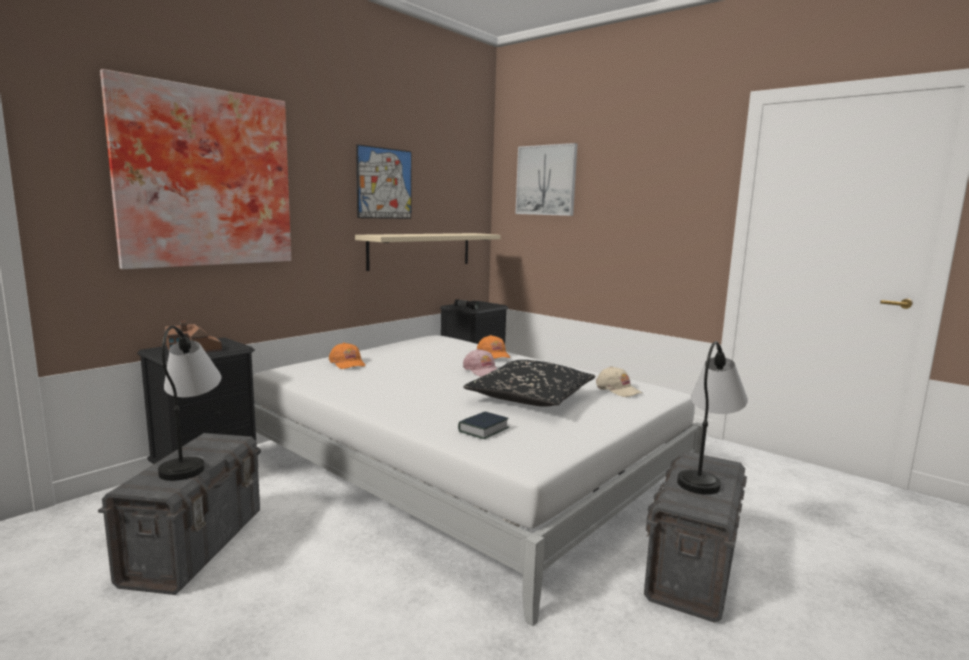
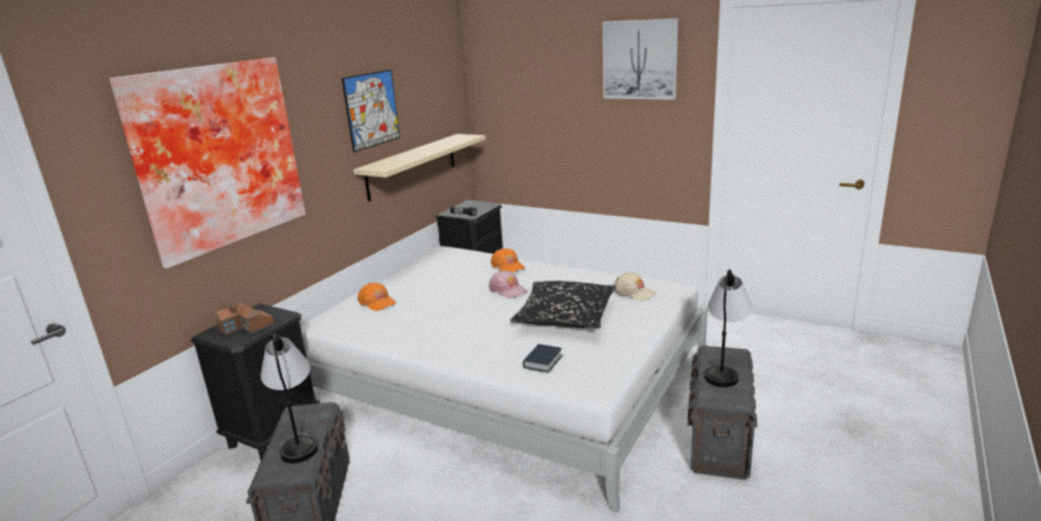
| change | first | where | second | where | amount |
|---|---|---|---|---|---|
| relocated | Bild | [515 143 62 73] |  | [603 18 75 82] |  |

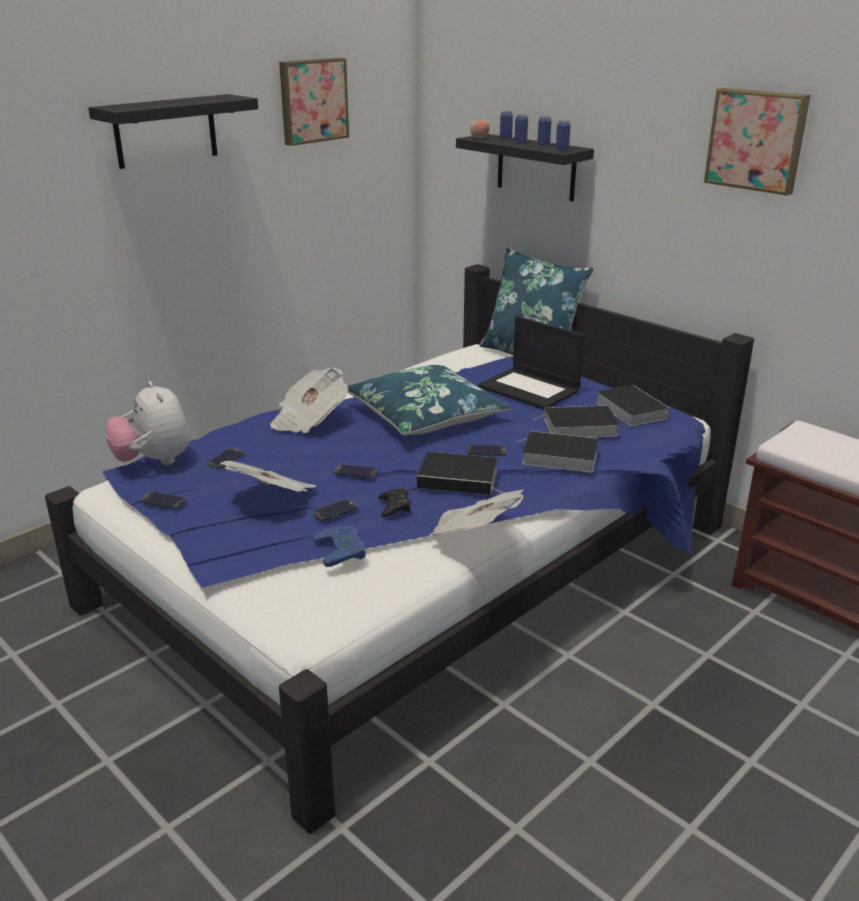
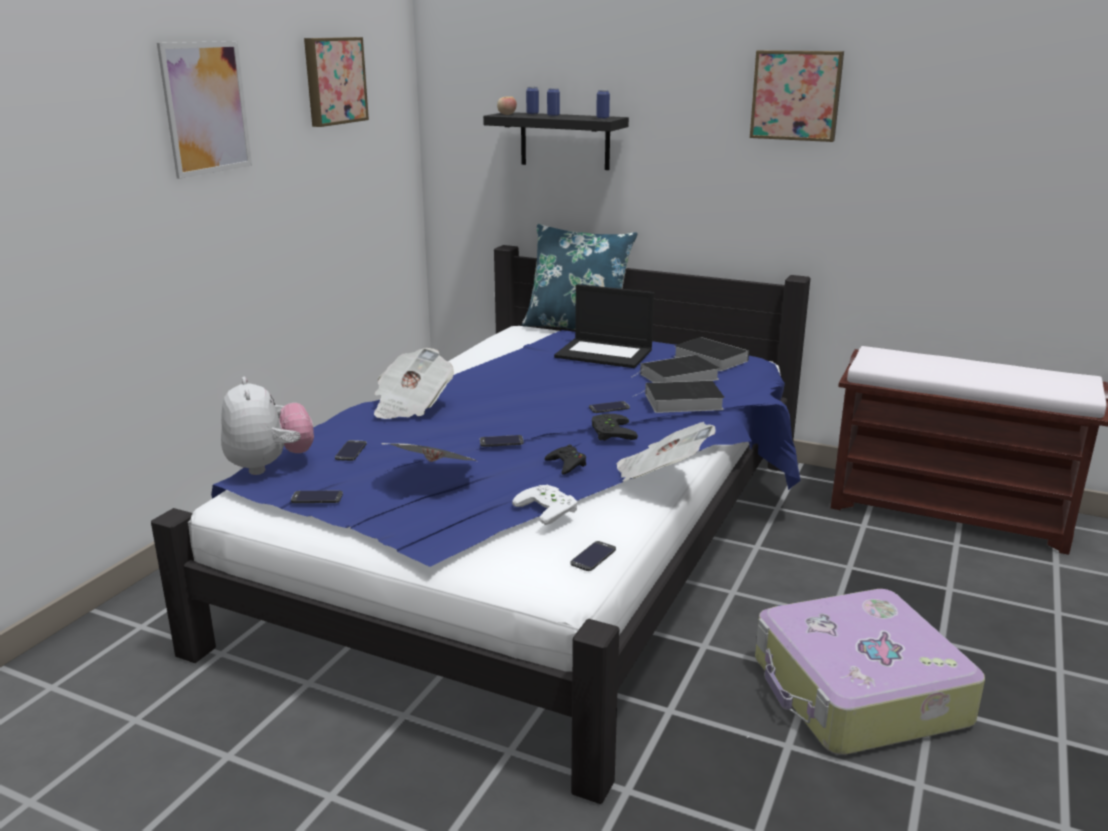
| change | first | where | second | where | amount |
|---|---|---|---|---|---|
| exchanged | Wandregal/schwarz | [88 94 170 75] | Bild | [157 41 95 138] |  |
| missing | Dose | [537 116 15 30] |  |  |  |
| missing | Kissen/blau | [348 365 163 70] |  |  |  |
| spun | Plüschtier | [106 381 84 84] |  | [221 377 93 98] | 150 degrees counterclockwise |
| exchanged | Buch | [417 452 87 43] | Gamepad/schwarz | [592 414 46 27] |  |
| relocated | Handy | [313 499 45 22] |  | [570 541 46 30] |  |
| colour | Gamepad/blau | [314 526 52 41] | Gamepad/weiß | [512 485 65 40] |  |
| appeared |  |  | Koffer | [755 589 230 166] |  |

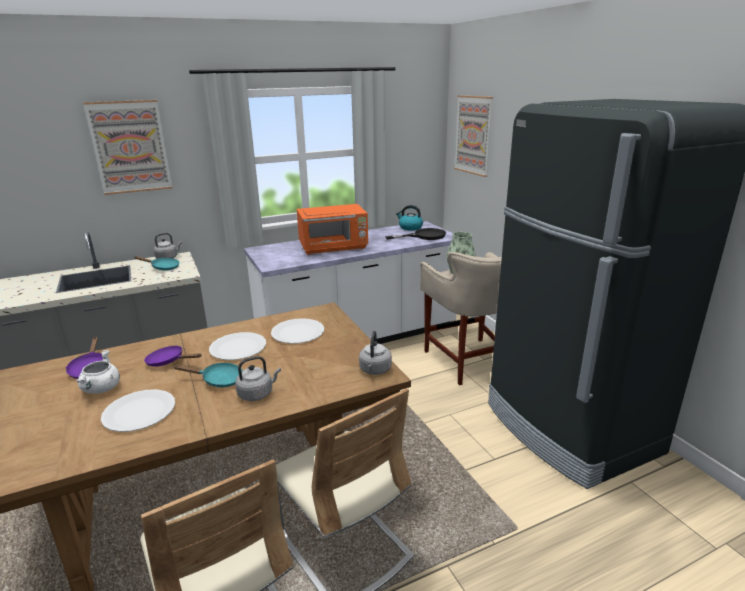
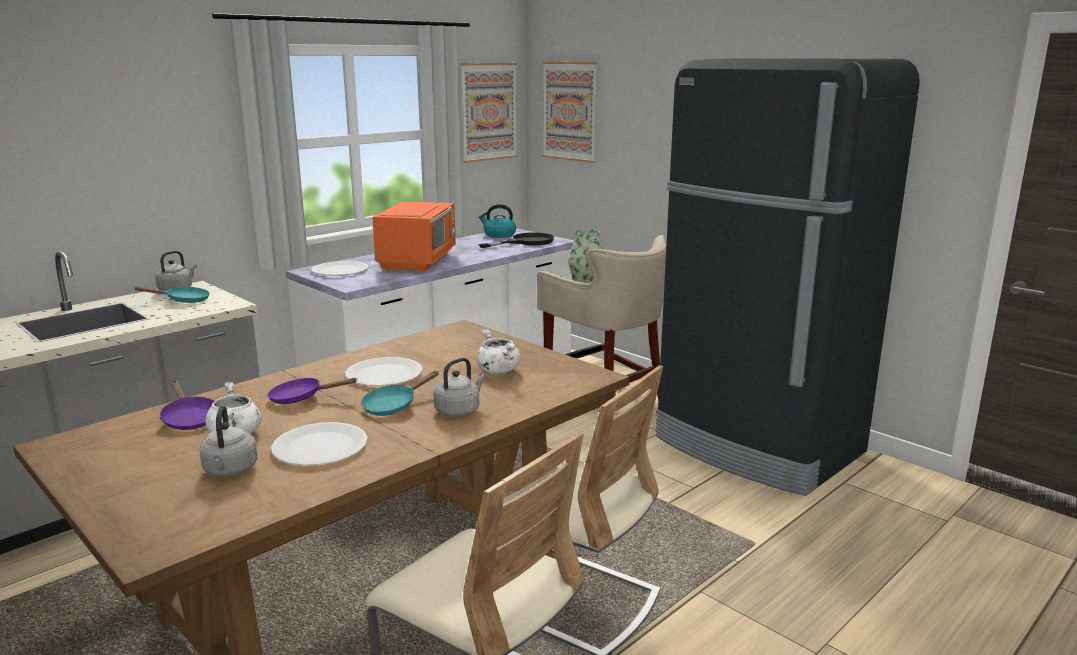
| change | first | where | second | where | amount |
|---|---|---|---|---|---|
| relocated | Bild | [83 100 89 95] |  | [460 63 57 100] |  |
| spun | Mikrowelle/orange | [297 204 71 51] |  | [372 201 84 71] | 45 degrees counterclockwise |
| relocated | Teller/weiß | [271 318 53 26] |  | [311 261 58 15] |  |
| relocated | Wasserkessel/grau | [359 331 33 44] |  | [200 406 58 71] |  |
| spun | Pfanne/türkis | [173 363 70 24] |  | [361 371 78 45] | 150 degrees clockwise |
| appeared |  |  | Kochtopf/weiß | [477 329 43 45] |  |

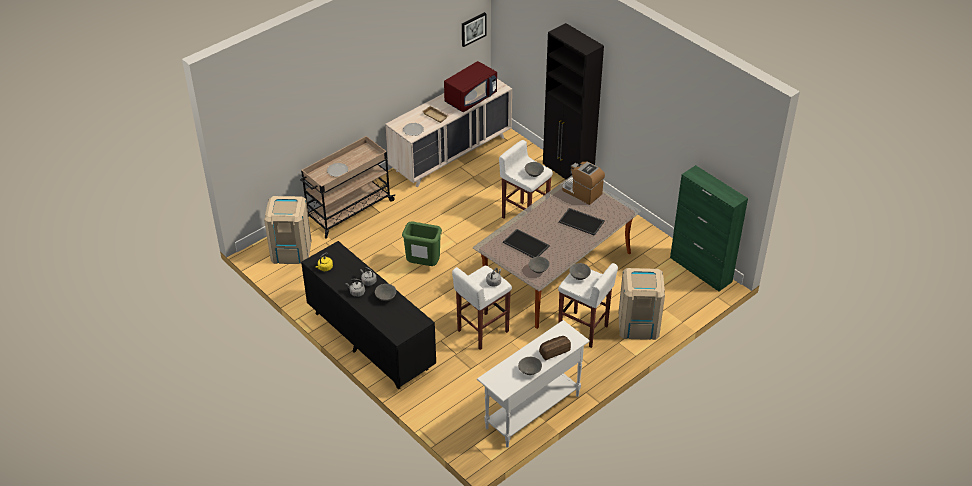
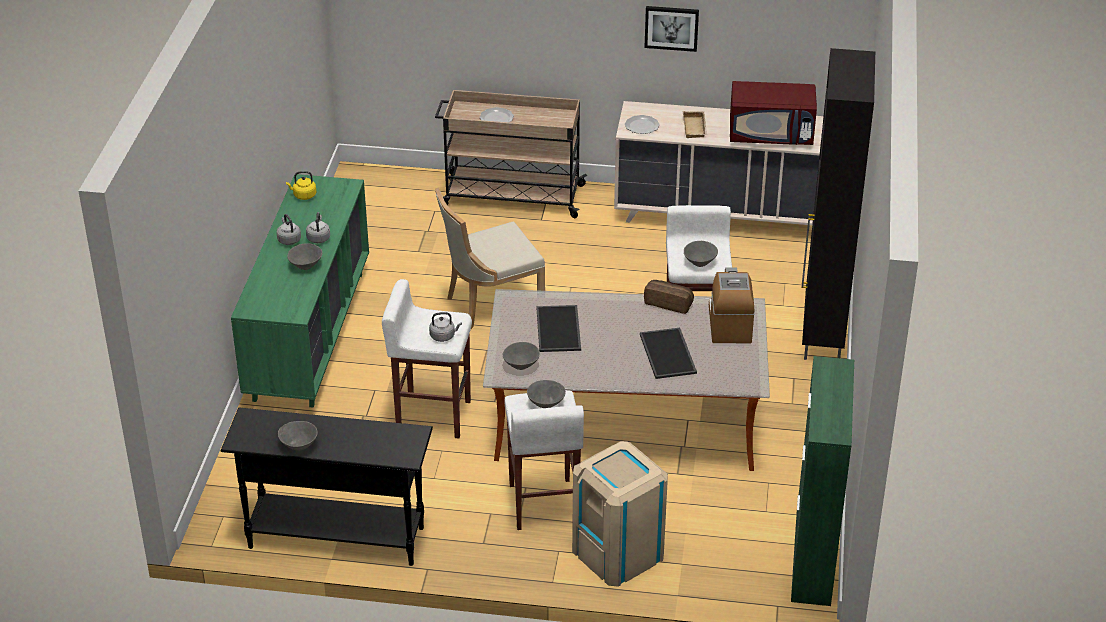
| change | first | where | second | where | amount |
|---|---|---|---|---|---|
| relocated | Bild | [462 12 24 35] |  | [644 6 55 46] |  |
| missing | Mülleimer/beige | [264 196 48 68] |  |  |  |
| exchanged | Mülleimer/grün | [402 221 40 45] | Stuhl/beige | [435 187 110 142] |  |
| colour | Kommode/schwarz | [301 241 135 148] | Kommode/grün | [231 174 138 233] |  |
| colour | Konsolentisch/weiß | [477 320 113 128] | Konsolentisch/schwarz | [221 408 212 158] |  |
| relocated | Brot | [539 336 32 24] |  | [644 280 50 34] |  |

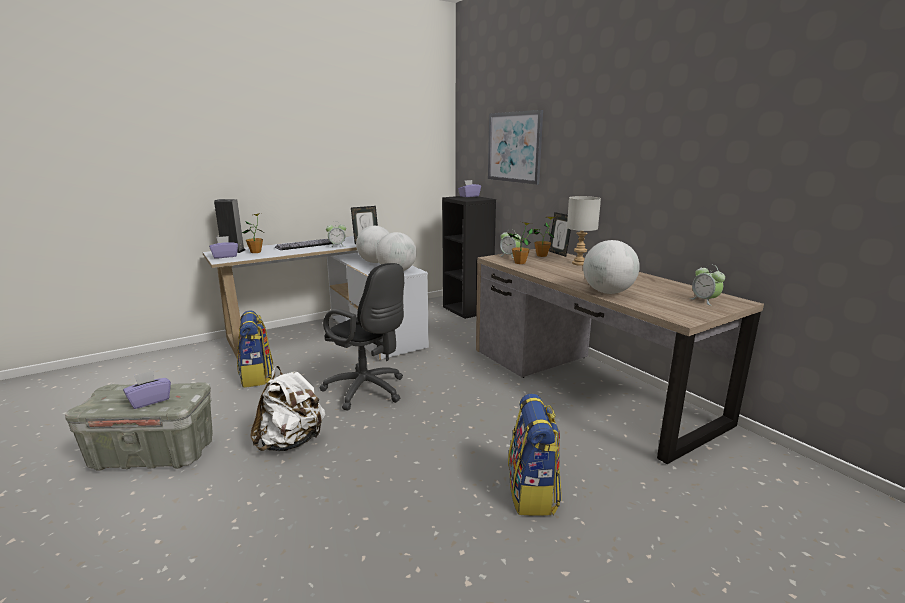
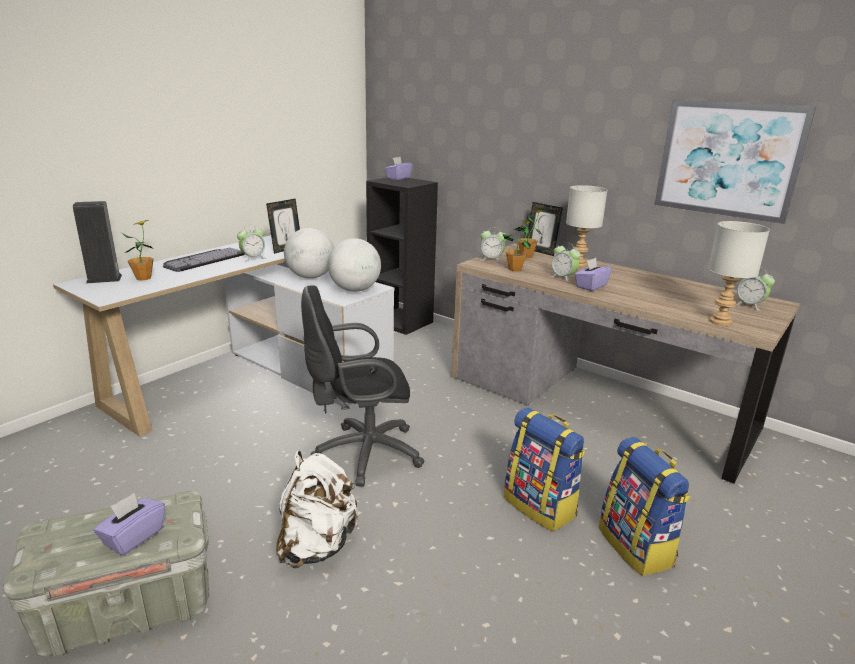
| change | first | where | second | where | amount |
|---|---|---|---|---|---|
| relocated | Bild | [488 110 55 75] |  | [654 100 162 124] |  |
| relocated | Taschentuchbox/lila | [209 236 29 23] |  | [575 258 37 33] |  |
| missing | Globus | [583 240 57 54] |  |  |  |
| spun | Bürostuhl/schwarz | [319 263 85 147] |  | [301 285 123 202] | 150 degrees clockwise |
| relocated | Rucksack | [237 310 36 78] |  | [504 407 82 124] |  |
| appeared |  |  | Tischlampe/grau | [708 221 62 105] |  |
| appeared |  |  | Wecker | [550 243 31 39] |  |

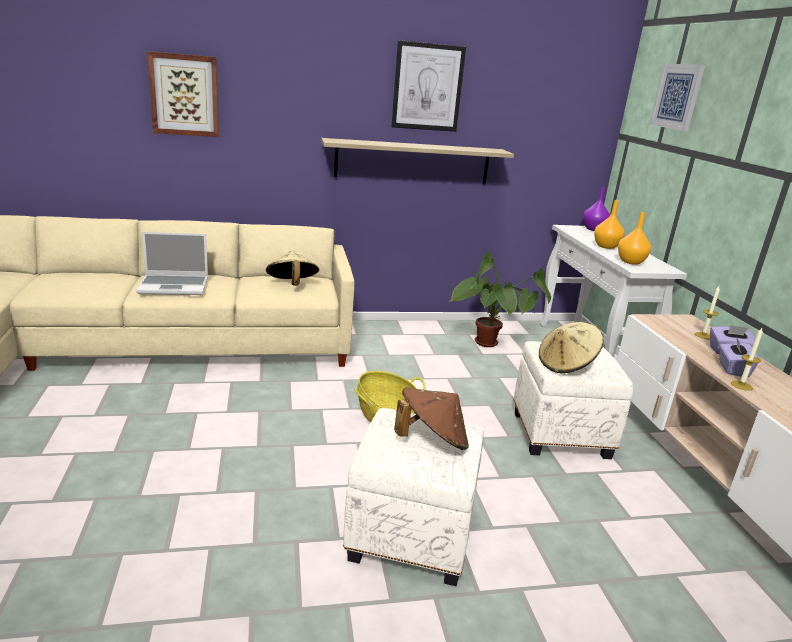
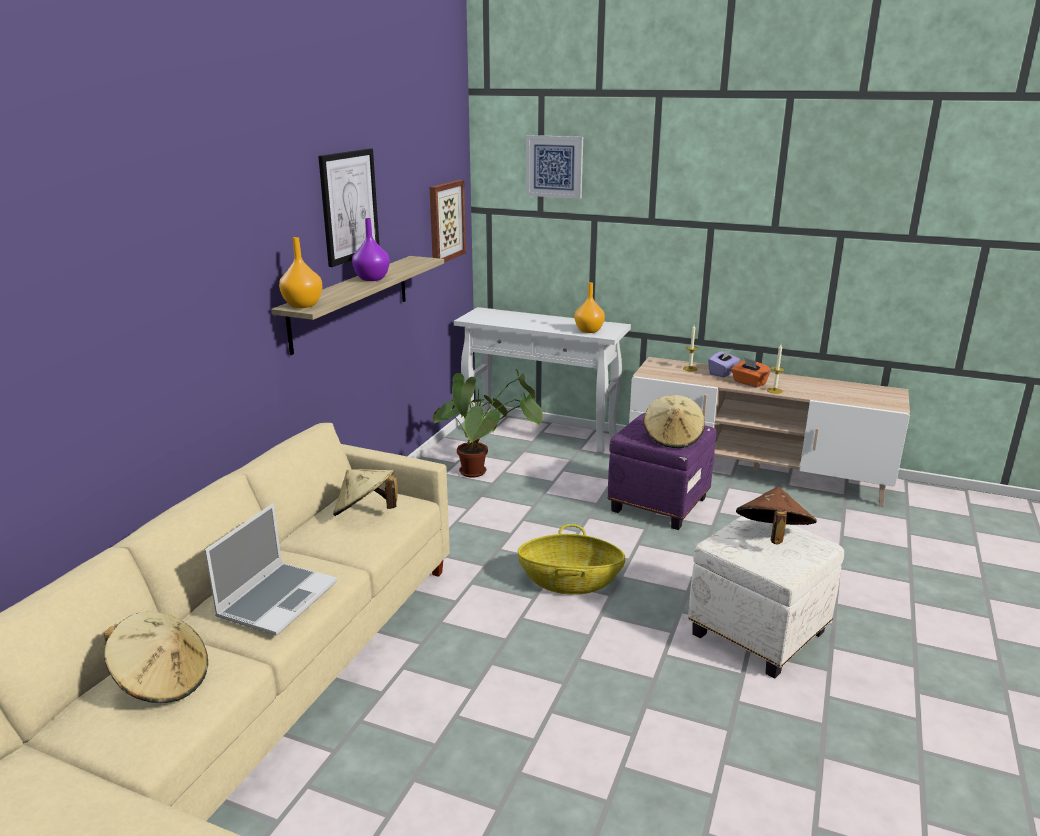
| change | first | where | second | where | amount |
|---|---|---|---|---|---|
| relocated | Bild | [147 51 72 86] |  | [429 180 37 83] |  |
| relocated | Vase/lila | [583 187 27 44] |  | [352 218 38 63] |  |
| relocated | Vase/orange | [594 200 31 49] |  | [279 237 43 71] |  |
| colour | Taschentuchbox/lila | [719 336 40 41] | Taschentuchbox/orange | [731 357 40 31] |  |
| colour | Polsterhocker/weiß | [513 341 120 118] | Polsterhocker/lila | [607 413 110 117] |  |
| appeared |  |  | Hut/beige | [104 612 104 91] |  |

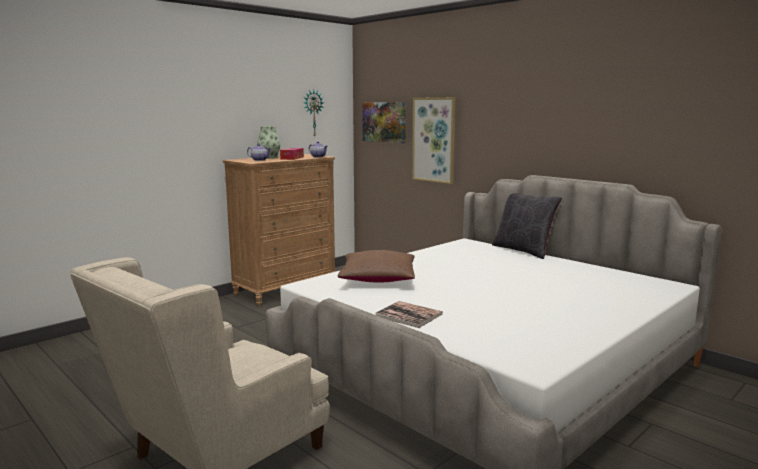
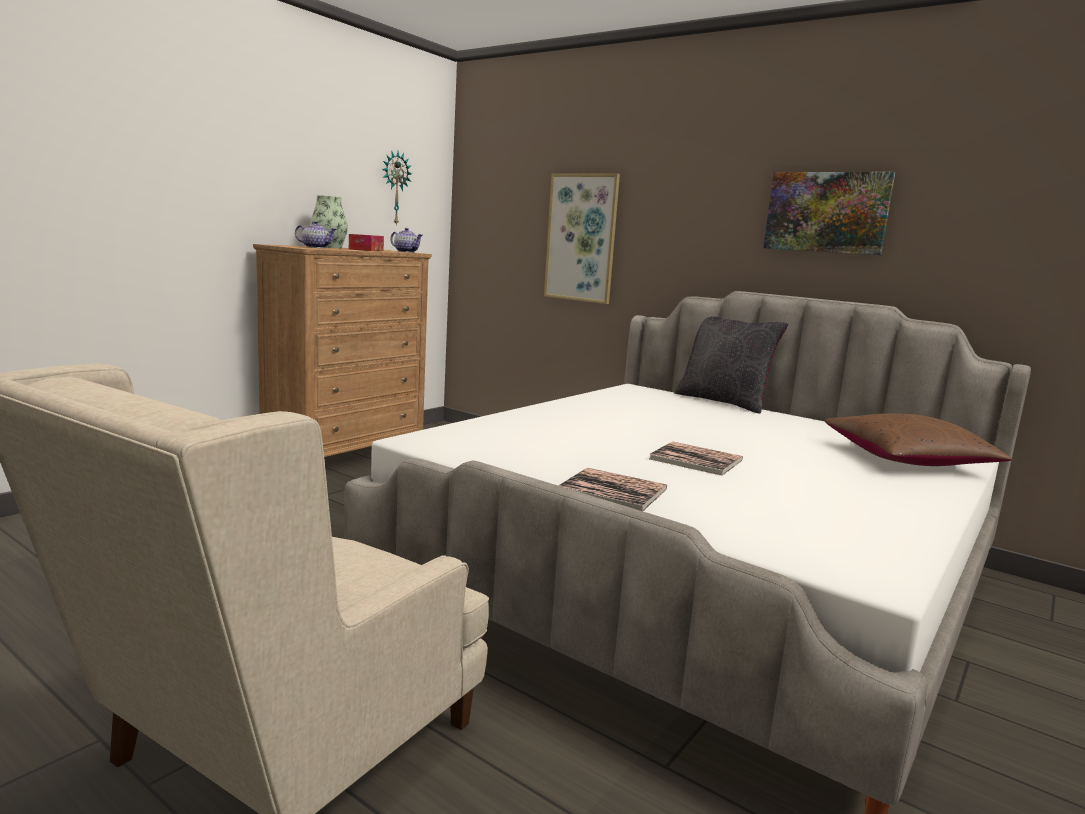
| change | first | where | second | where | amount |
|---|---|---|---|---|---|
| relocated | Bild | [362 102 44 41] |  | [763 172 132 83] |  |
| relocated | Kissen/braun | [337 250 78 33] |  | [825 413 187 53] |  |
| appeared |  |  | Buch | [650 442 93 34] |  |

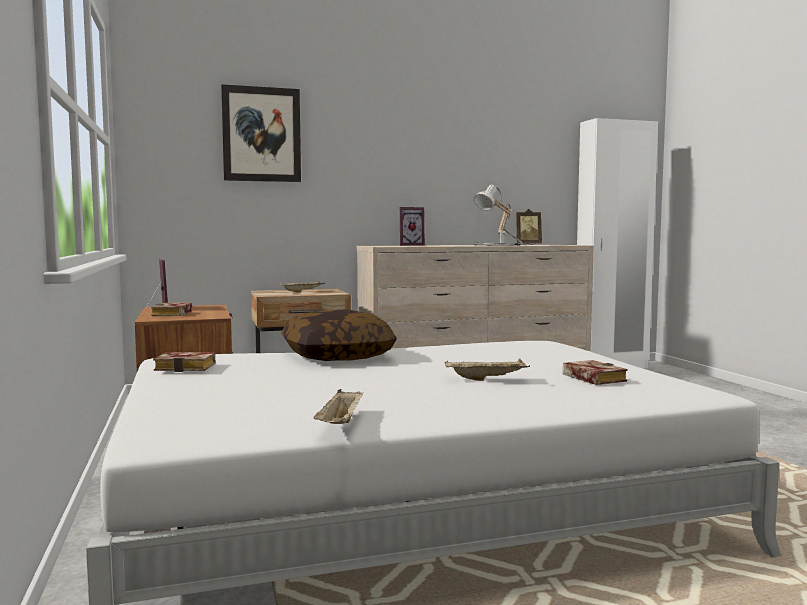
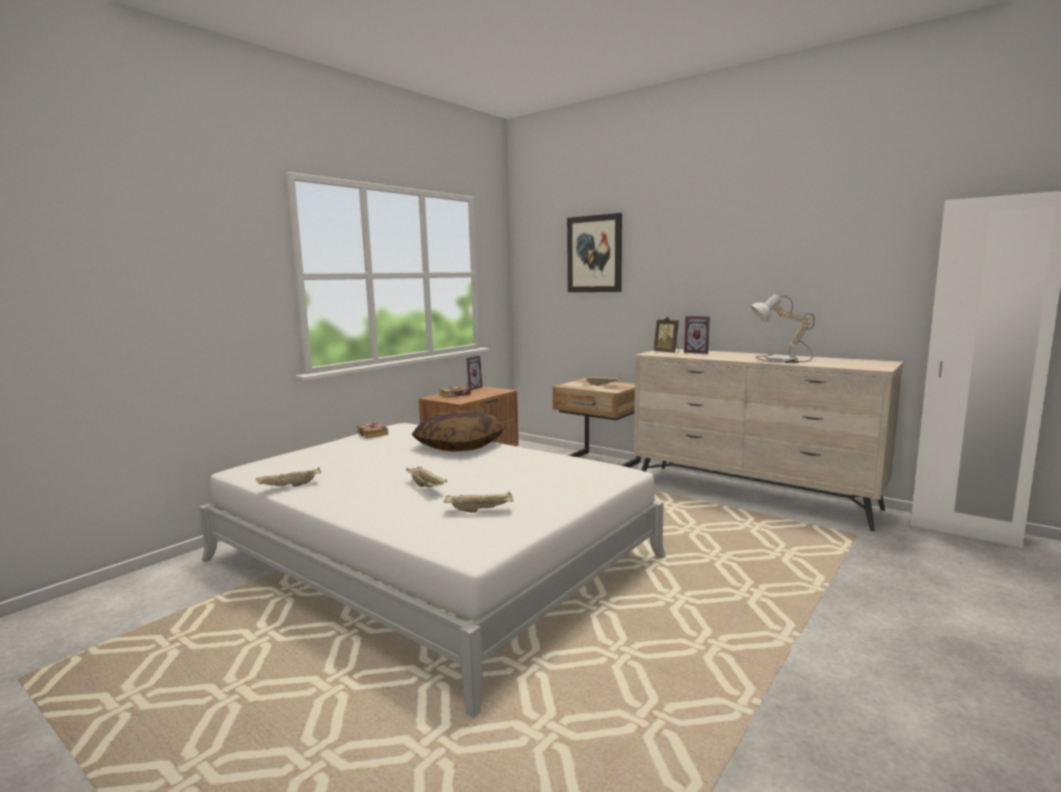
| change | first | where | second | where | amount |
|---|---|---|---|---|---|
| relocated | Bilderrahmen | [516 209 26 34] |  | [653 316 26 37] |  |
| exchanged | Buch | [563 360 65 25] | Tablett/beige | [444 491 70 22] |  |

